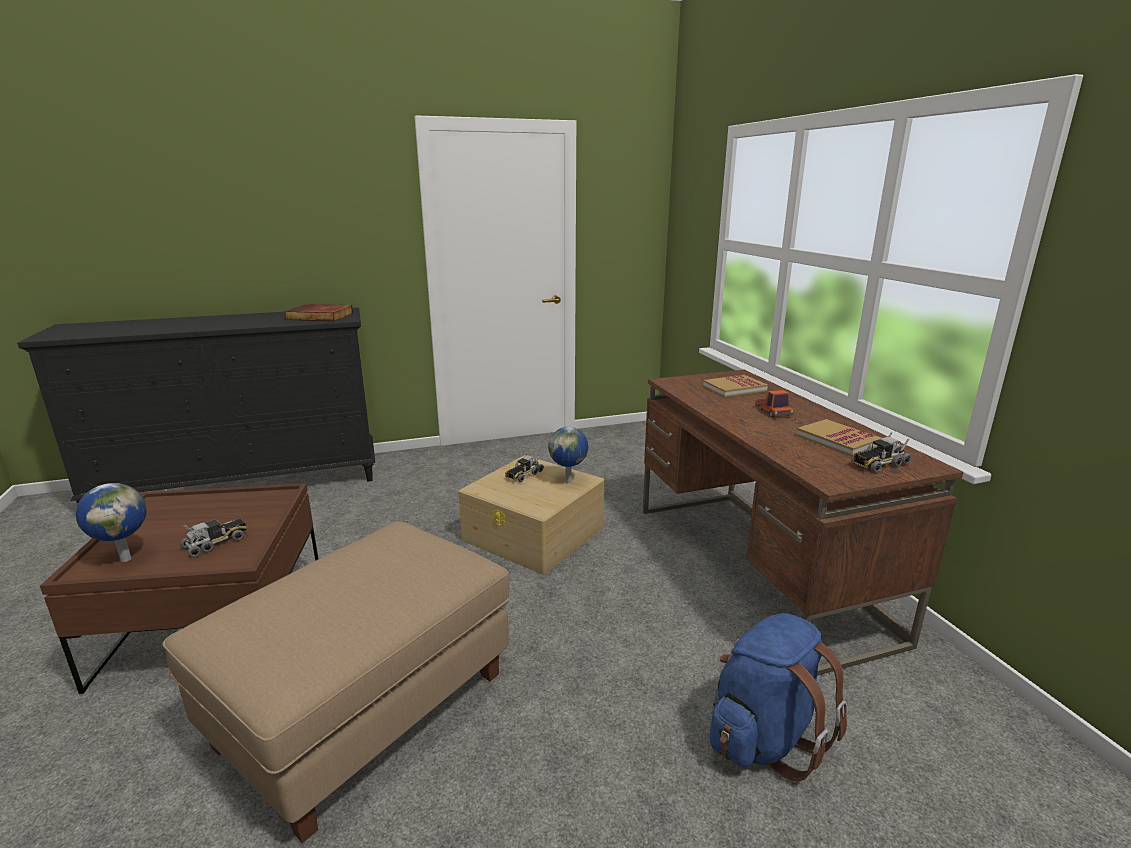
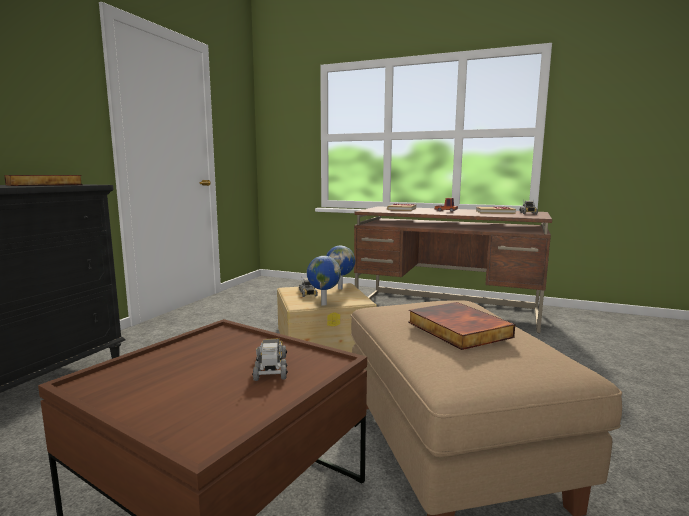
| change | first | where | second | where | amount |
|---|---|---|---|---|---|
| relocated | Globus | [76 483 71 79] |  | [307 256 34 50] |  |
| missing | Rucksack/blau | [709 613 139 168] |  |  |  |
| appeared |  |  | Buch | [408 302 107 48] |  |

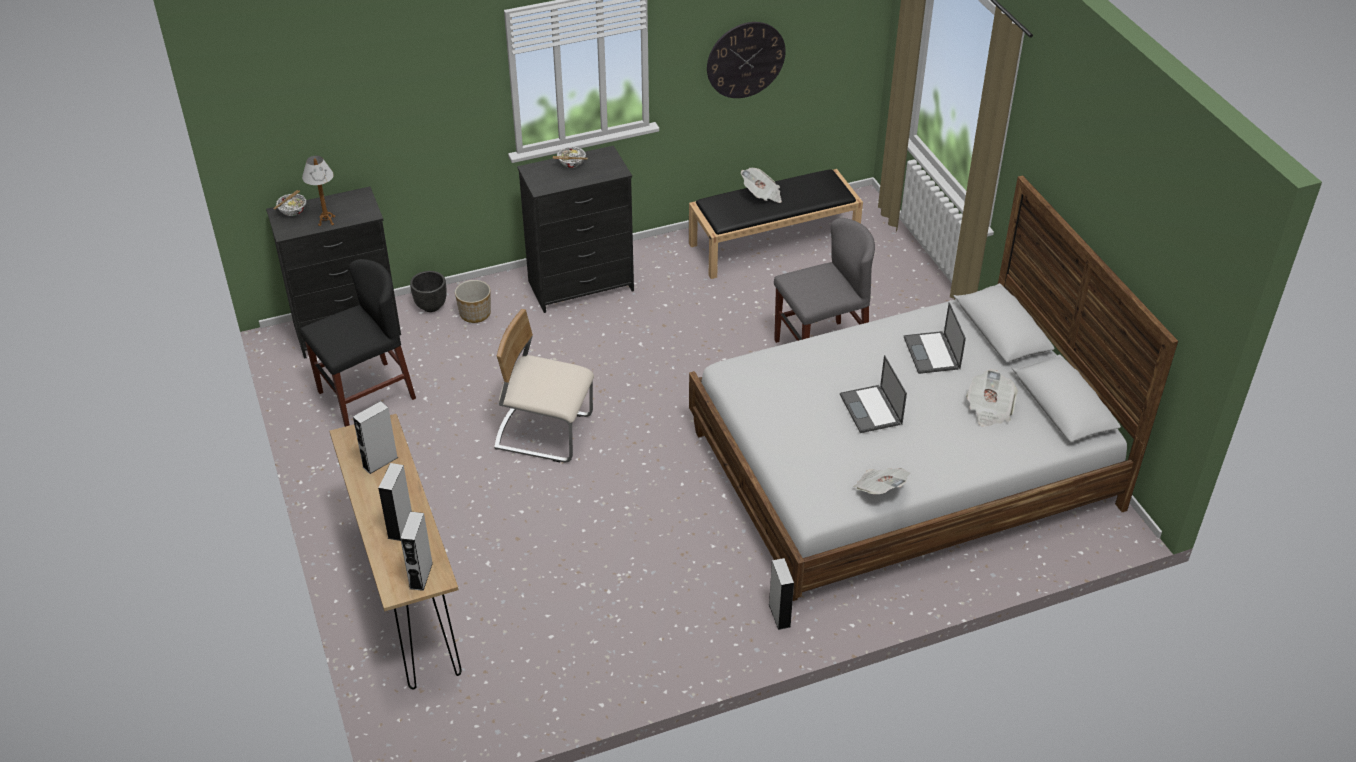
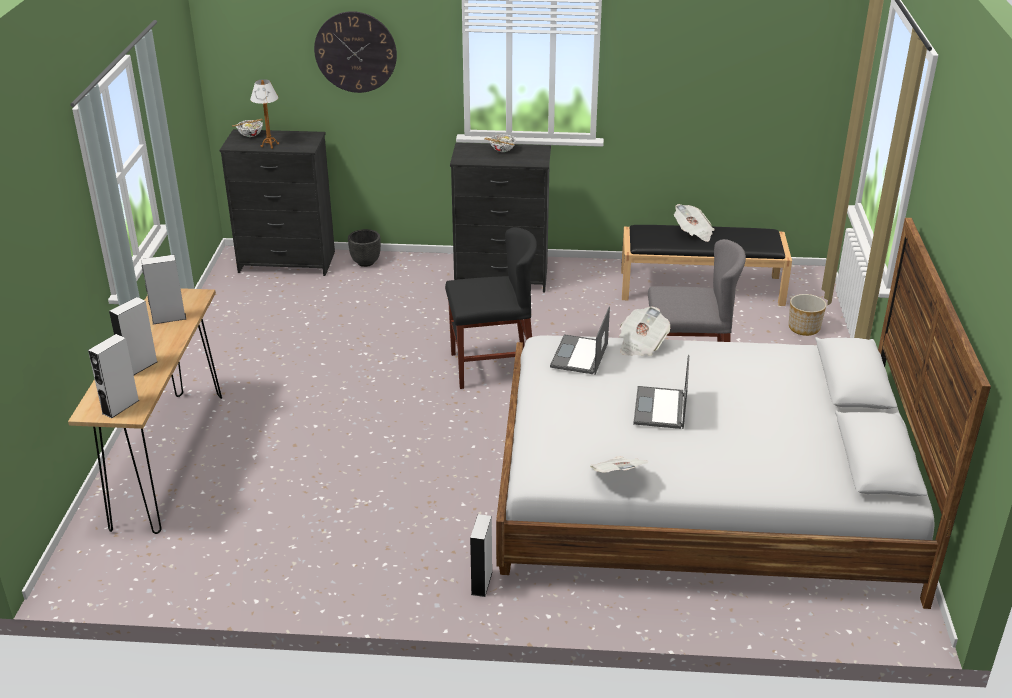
| change | first | where | second | where | amount |
|---|---|---|---|---|---|
| relocated | Wanduhr | [707 22 79 76] |  | [314 11 83 82] |  |
| relocated | Stuhl/schwarz | [300 259 116 168] |  | [445 227 92 162] |  |
| relocated | Pflanzkübel | [455 280 36 43] |  | [789 294 37 42] |  |
| relocated | Laptop | [904 302 62 72] |  | [550 307 60 68] |  |
| missing | Stuhl/beige | [494 309 100 153] |  |  |  |
| relocated | Zeitung | [966 369 52 58] |  | [619 307 51 49] |  |

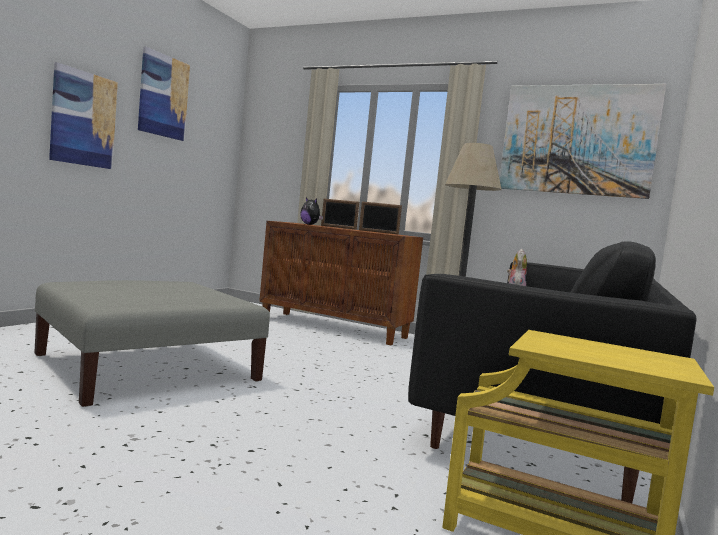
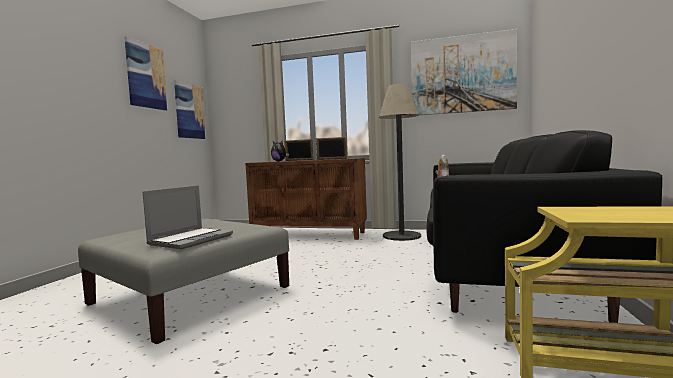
| change | first | where | second | where | amount |
|---|---|---|---|---|---|
| relocated | Bild | [49 62 69 107] |  | [174 80 32 59] |  |
| appeared |  |  | Laptop | [143 185 90 64] |  |

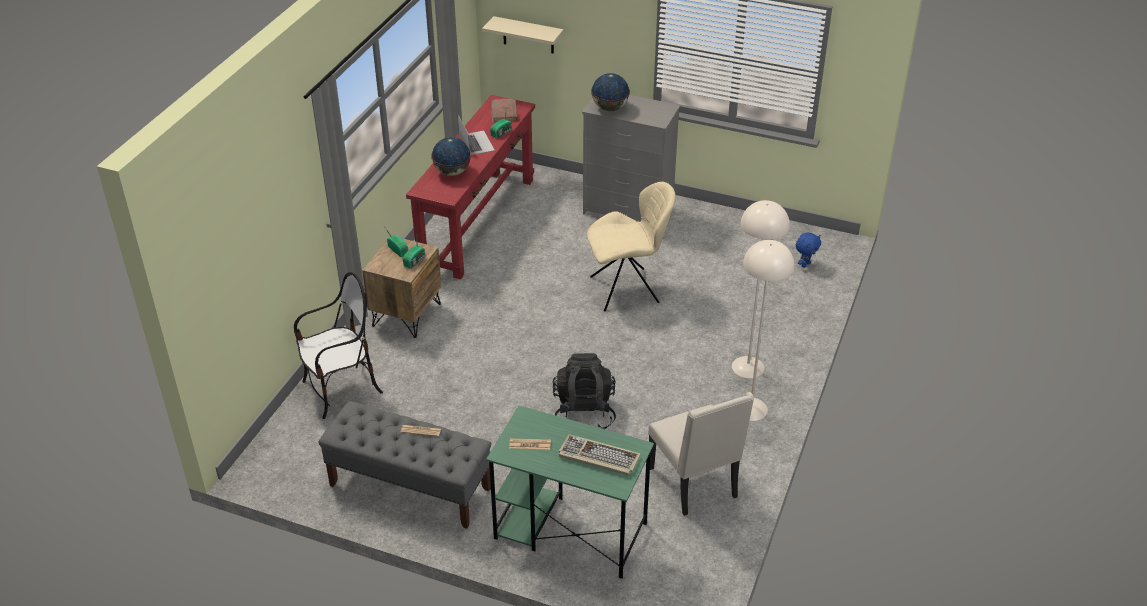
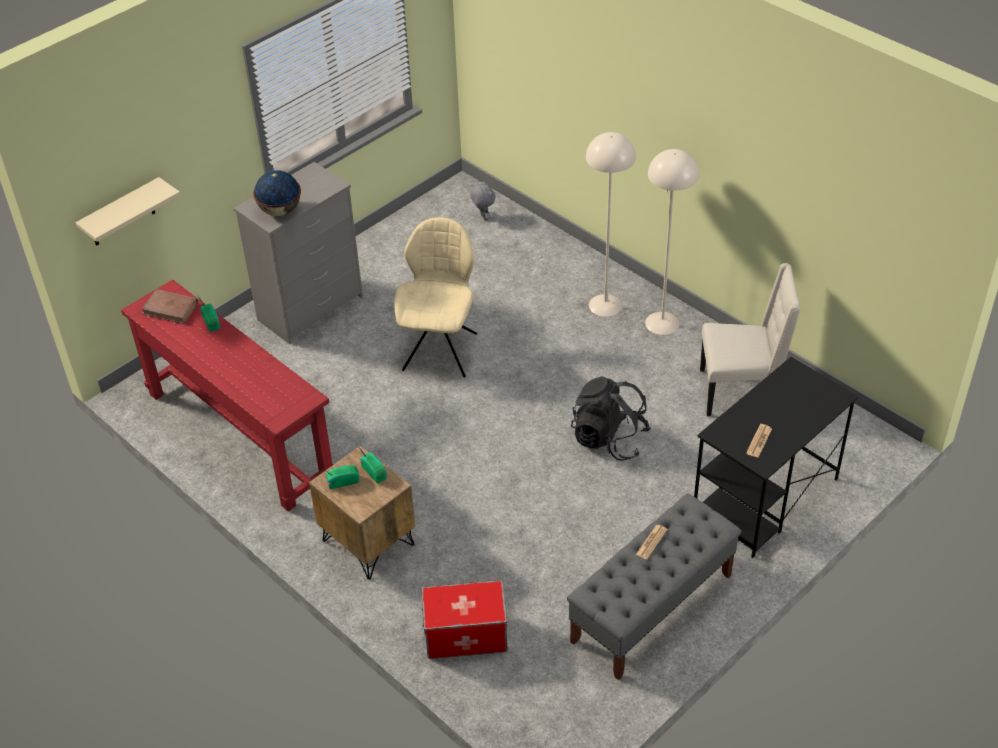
| change | first | where | second | where | amount |
|---|---|---|---|---|---|
| missing | Laptop | [458 115 37 40] |  |  |  |
| missing | Globus | [431 137 40 39] |  |  |  |
| colour | Plüschtier/blau | [796 233 25 35] | Plüschtier/grau | [470 181 25 40] |  |
| exchanged | Stuhl | [294 272 89 147] | Aufbewahrungsbox | [421 580 87 79] |  |
| colour | Schreibtisch/grün | [486 405 168 174] | Schreibtisch/schwarz | [694 357 165 201] |  |
| missing | Tastatur | [559 434 81 42] |  |  |  |

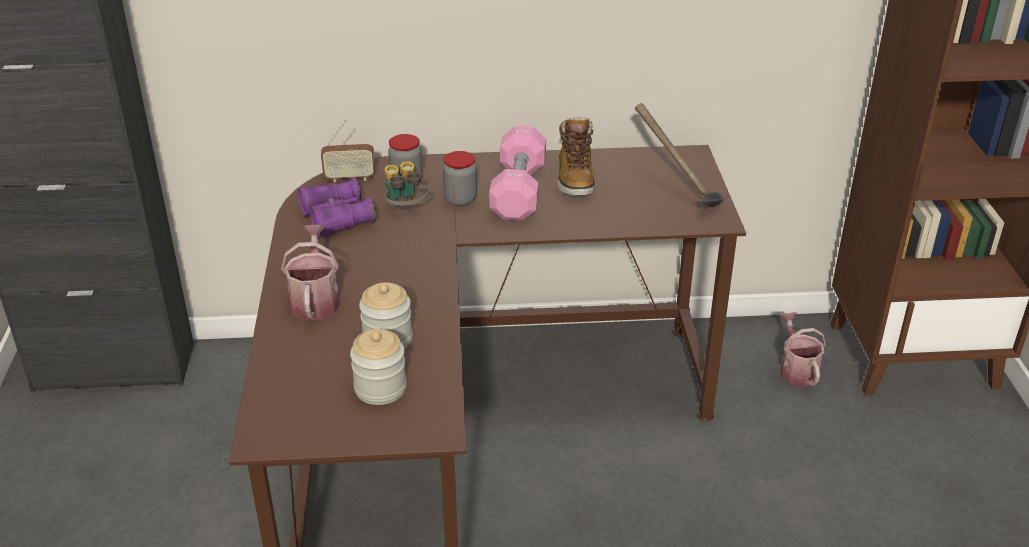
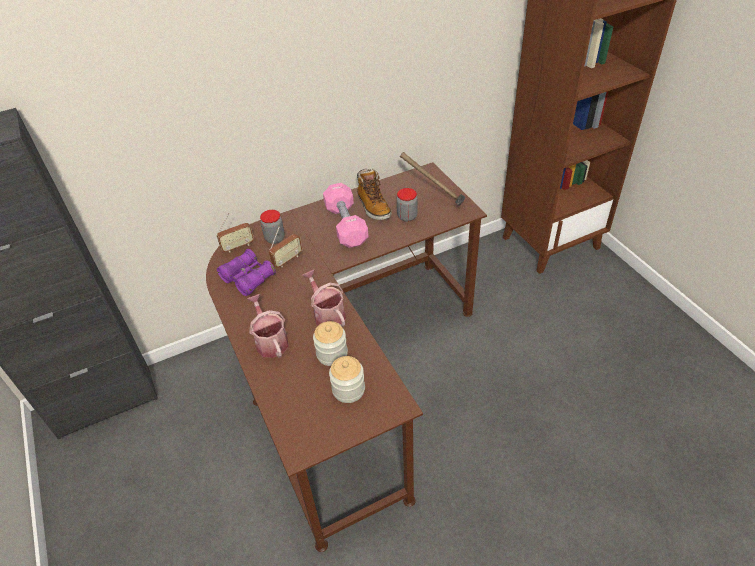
| change | first | where | second | where | amount |
|---|---|---|---|---|---|
| relocated | Vorratsglas | [443 151 34 55] |  | [397 188 20 34] |  |
| exchanged | Fernglas | [384 161 46 48] | Radio | [269 226 33 42] |  |
| relocated | Gießkanne | [780 312 46 75] |  | [302 269 44 59] |  |

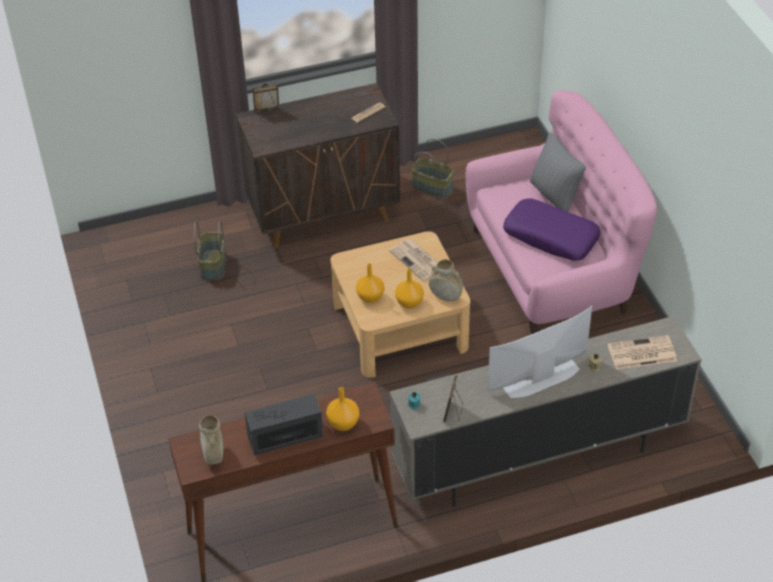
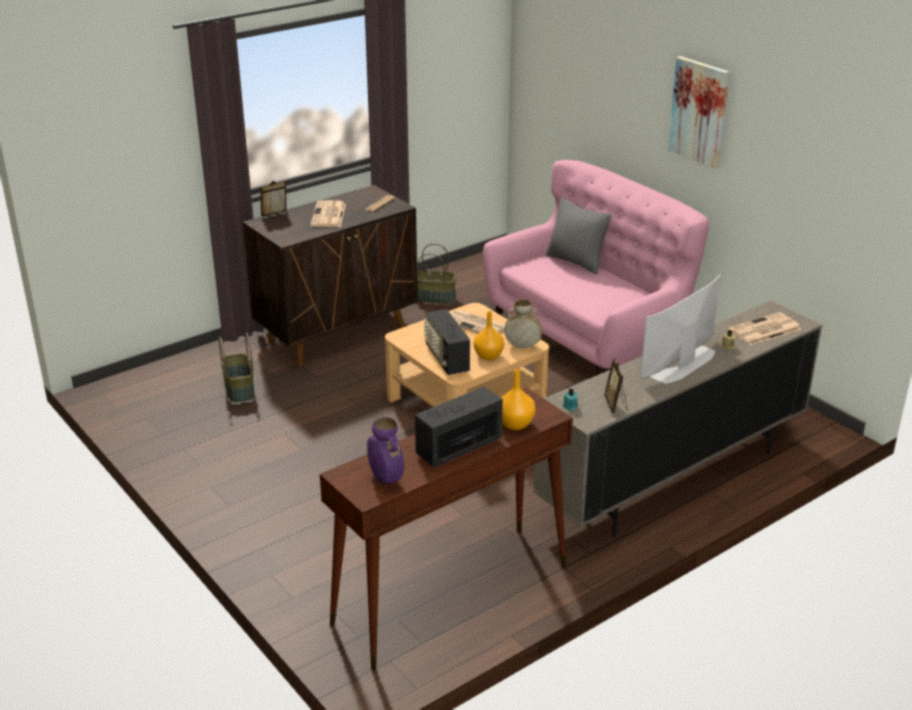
| change | first | where | second | where | amount |
|---|---|---|---|---|---|
| missing | Kissen/lila | [503 198 97 63] |  |  |  |
| exchanged | Vase/orange | [356 263 28 40] | Radio | [424 309 46 66] |  |
| colour | Vase/beige | [199 415 24 50] | Vase/lila | [367 417 37 67] |  |
| appeared |  |  | Bild | [668 56 62 113] |  |
| appeared |  |  | Zeitung | [310 200 36 27] |  |

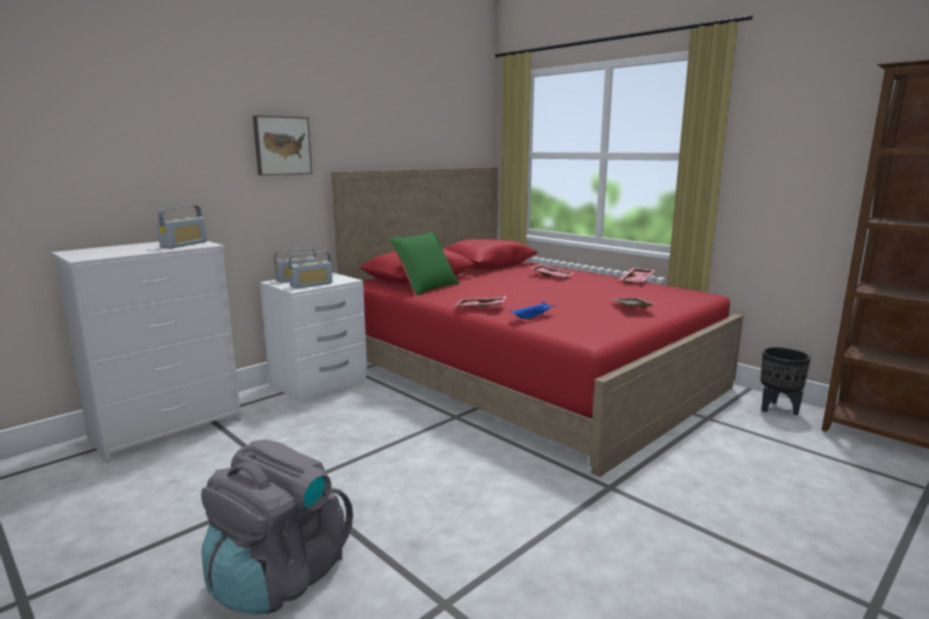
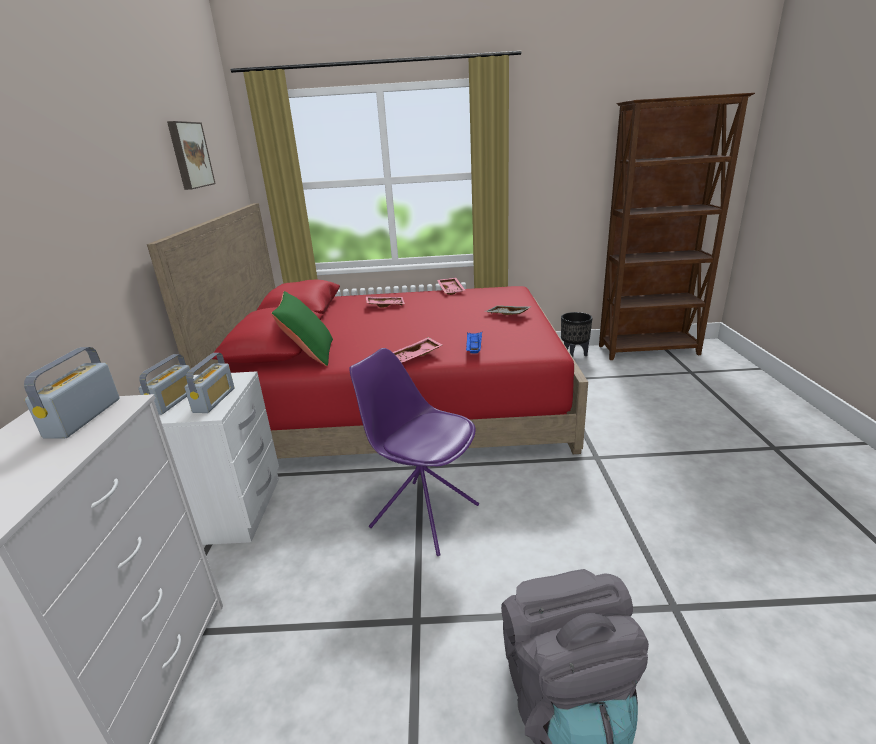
| change | first | where | second | where | amount |
|---|---|---|---|---|---|
| relocated | Bild | [253 115 59 60] |  | [167 121 49 69] |  |
| spun | Radio | [157 205 50 43] |  | [24 347 95 92] | 150 degrees counterclockwise |
| appeared |  |  | Stuhl/lila | [349 348 130 208] |  |

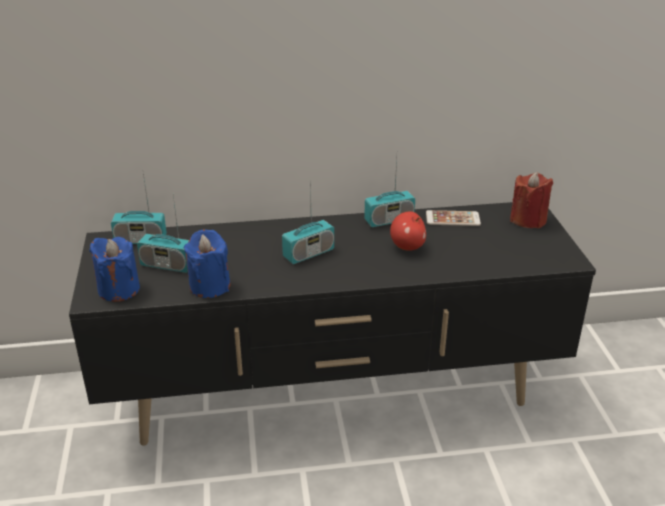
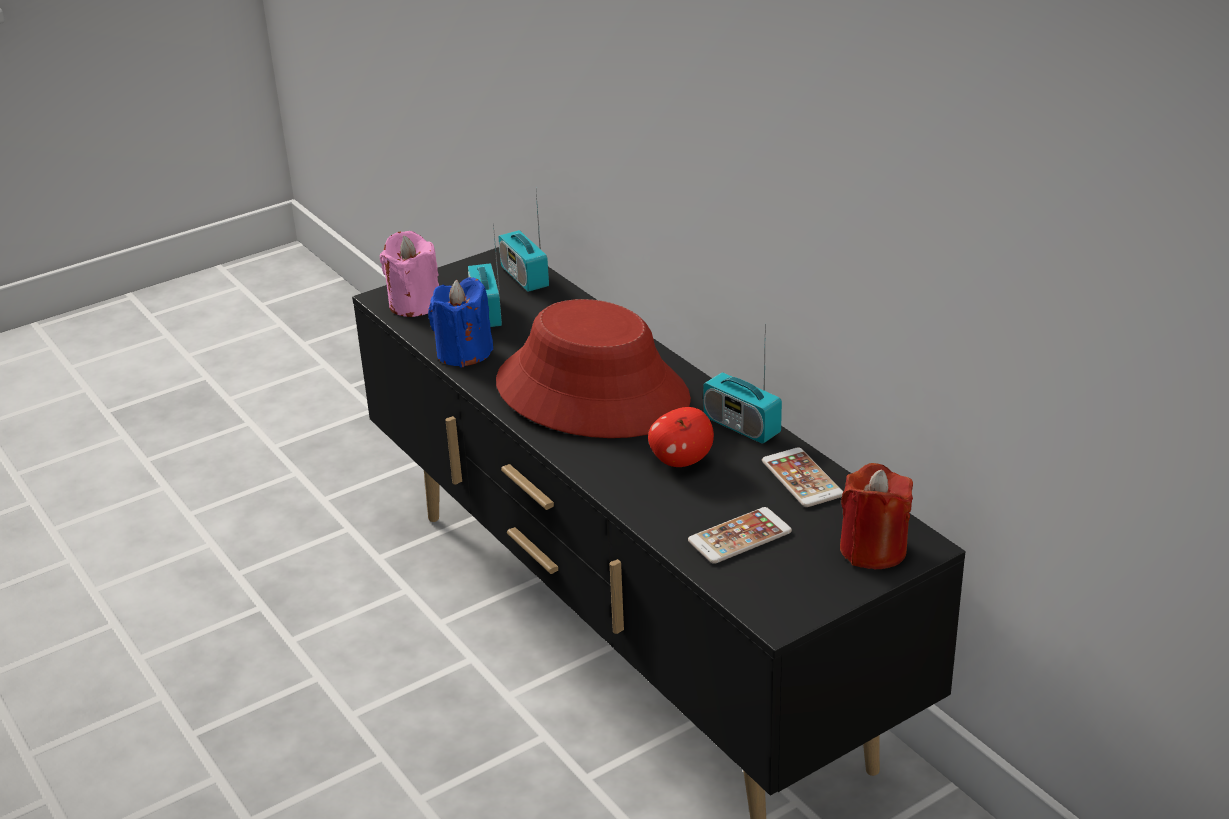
| change | first | where | second | where | amount |
|---|---|---|---|---|---|
| exchanged | Radio | [282 180 52 84] | Hut/rot | [496 299 195 139] |  |
| colour | Kerze/blau | [89 237 51 65] | Kerze/rosa | [380 231 59 86] |  |
| appeared |  |  | Handy | [688 507 104 57] |  |

